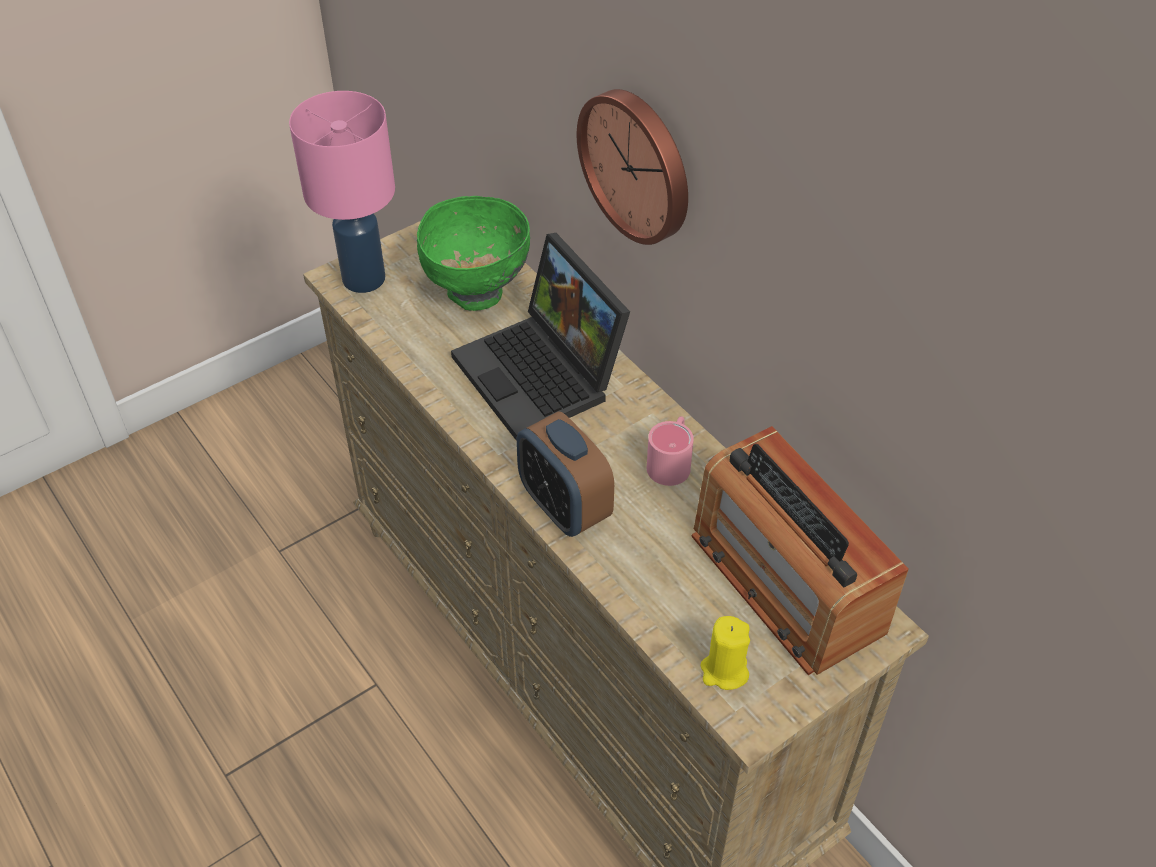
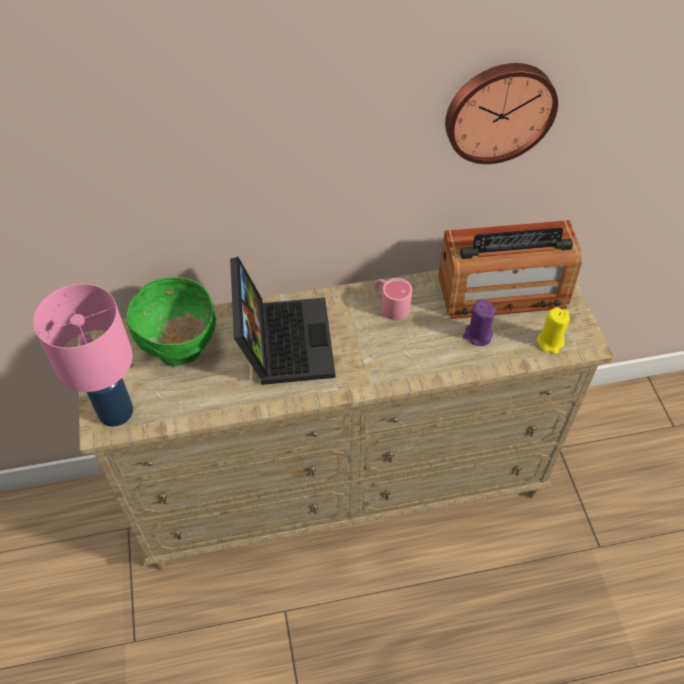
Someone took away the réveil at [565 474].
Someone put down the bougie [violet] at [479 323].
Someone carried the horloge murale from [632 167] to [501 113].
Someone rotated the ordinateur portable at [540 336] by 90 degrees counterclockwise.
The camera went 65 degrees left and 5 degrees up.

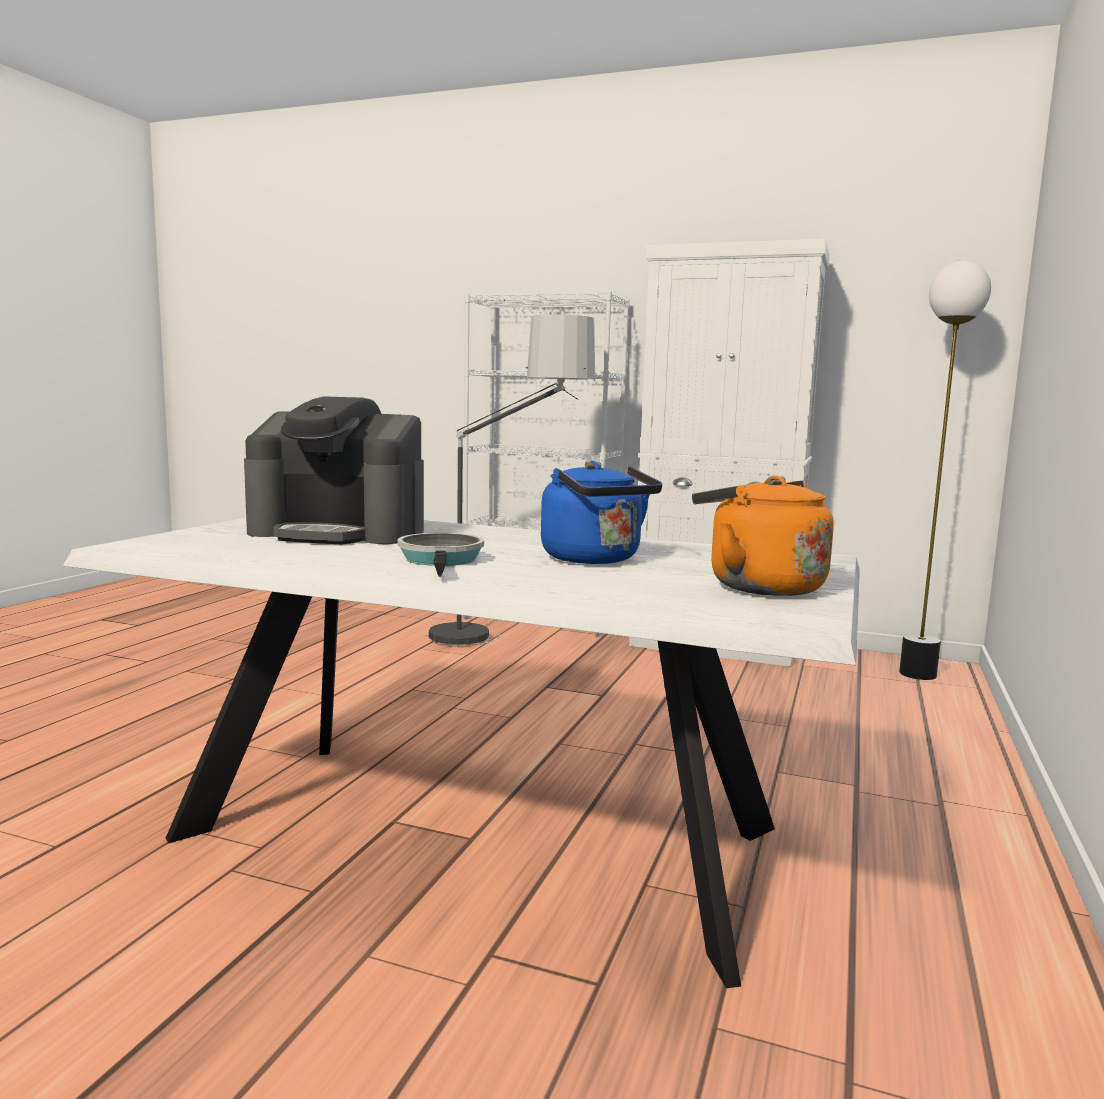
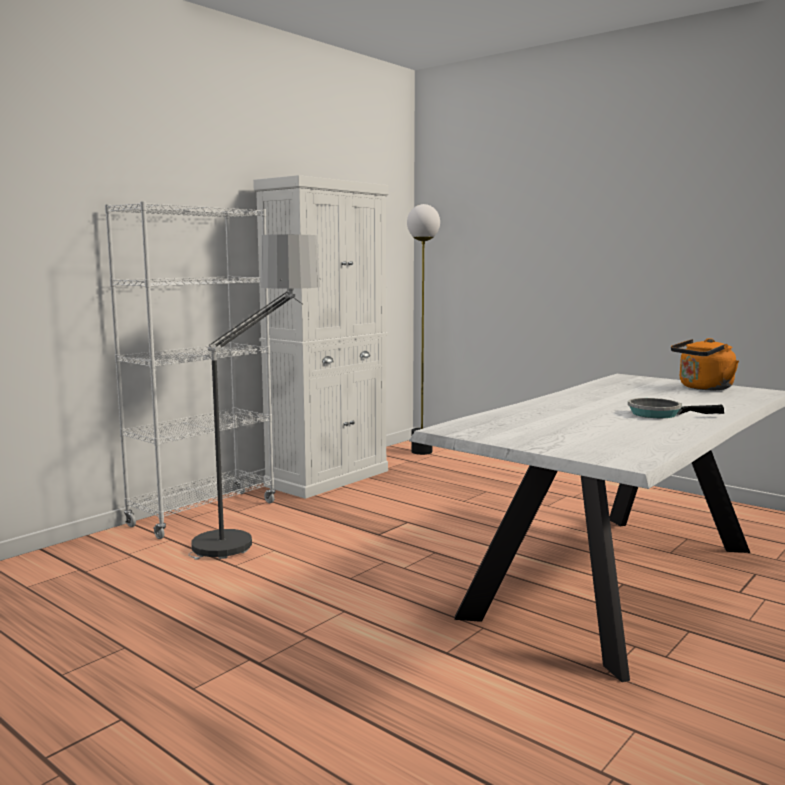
Someone took away the machine à café at [334 470].
Someone took away the bouilloire [bleu] at [601 512].
The camera went 70 degrees left and 0 degrees up.

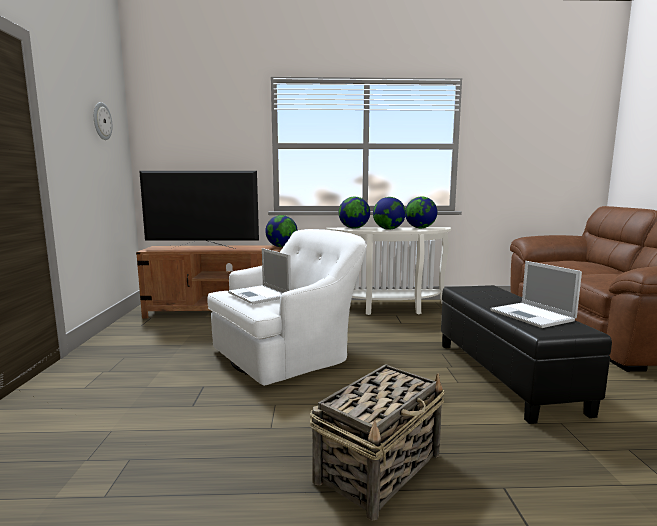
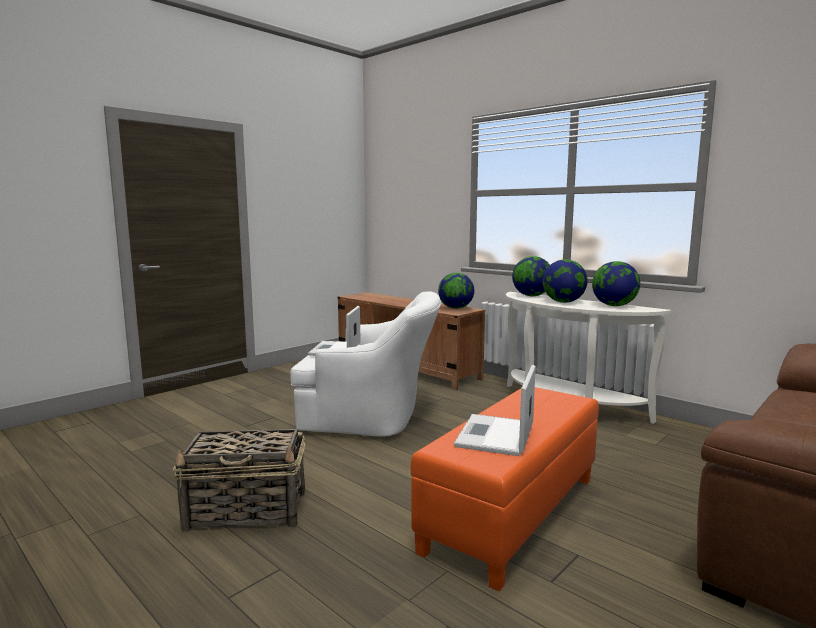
Someone took away the horloge murale at [103 121].
Someone took away the téléviseur at [199 210].
Someone repainted the pouf [noir] at [526 354], which became the pouf [orange] at [505 489].
The camera went 45 degrees right and 0 degrees up.

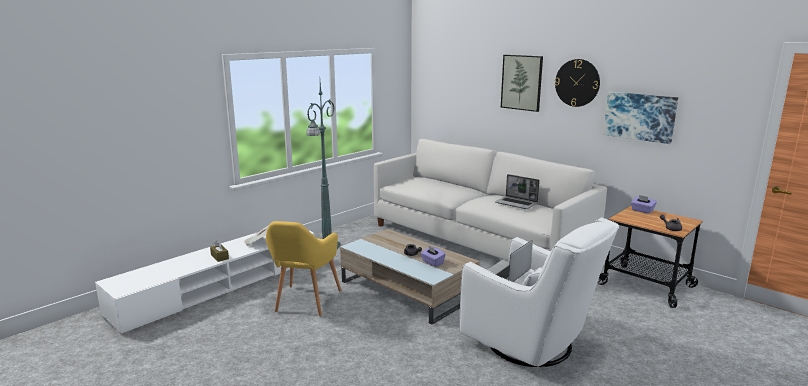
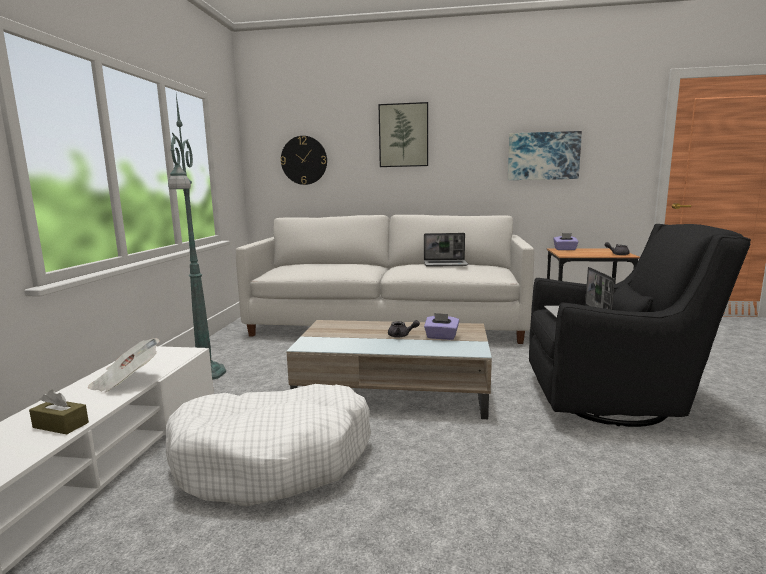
Someone carried the horloge murale from [577 83] to [304 160].
Someone swapped the fauteuil [jaune] at [303 268] for the panier pour chien [blanc] at [268 445].
Someone repainted the fauteuil [blanc] at [539 292], which became the fauteuil [noir] at [640 325].
The camera went 35 degrees left and 5 degrees down.

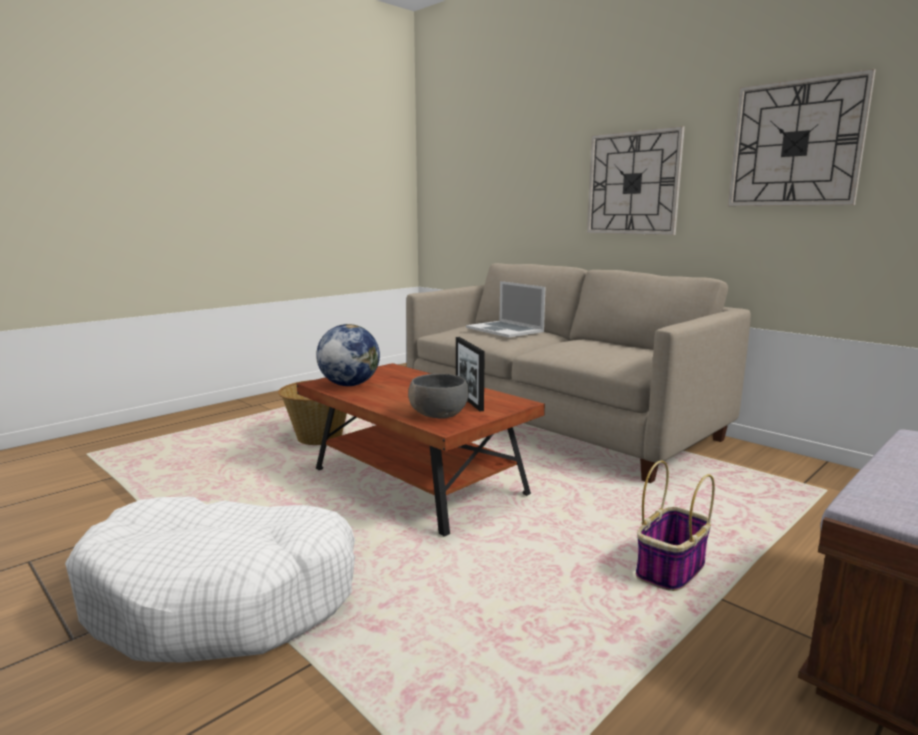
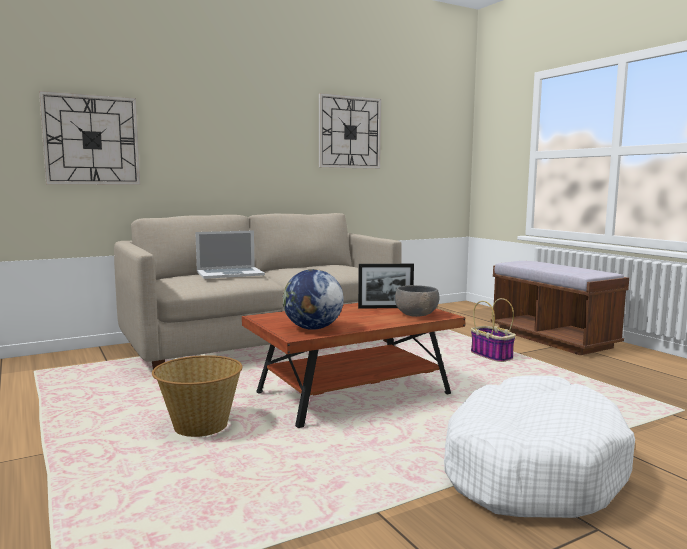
Someone carried the horloge murale from [636 180] to [89 138].
The camera went 75 degrees left and 5 degrees down.

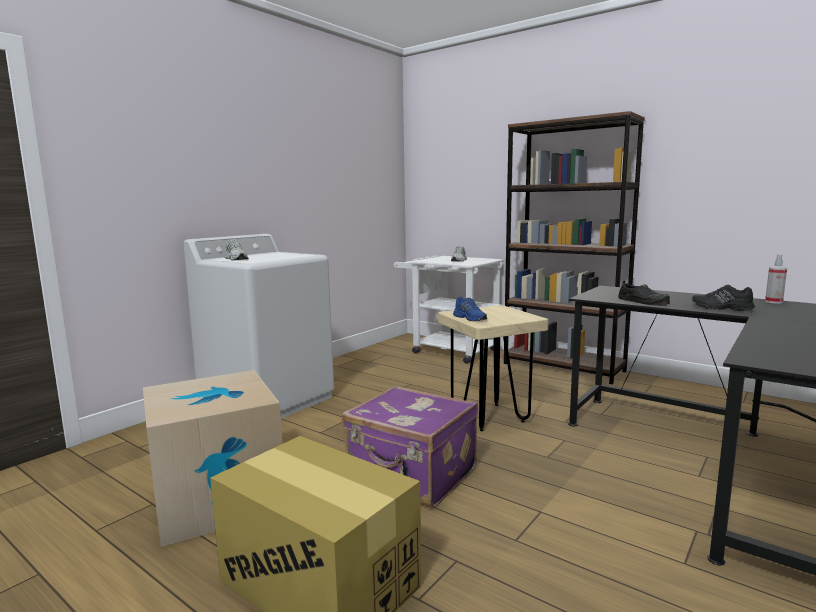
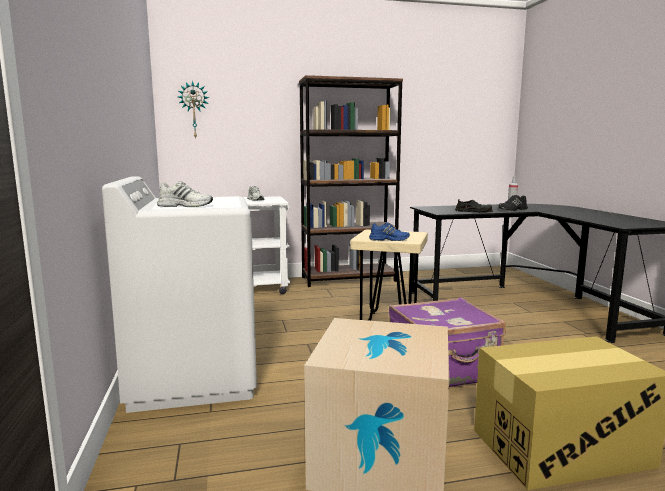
Someone put up the horloge murale at [193 110].
The camera went 50 degrees left and 0 degrees up.

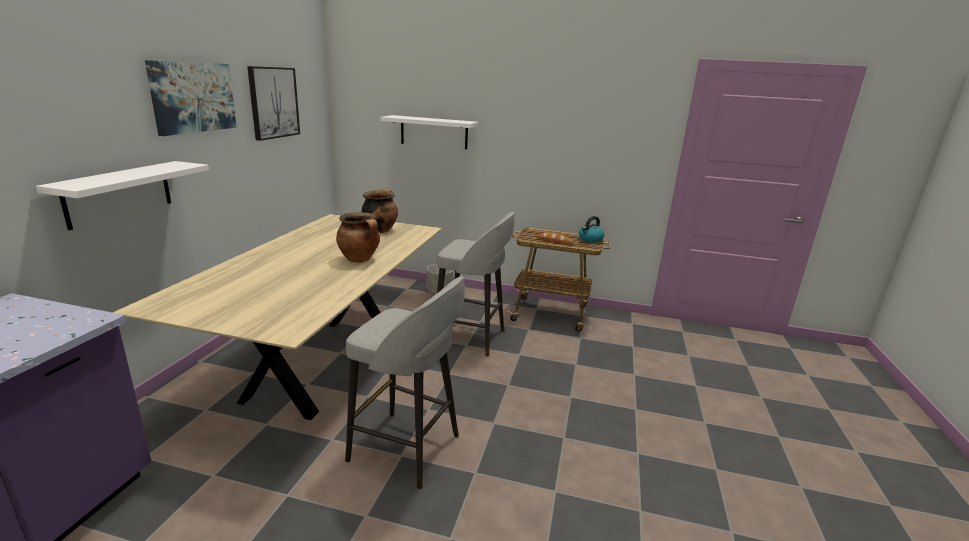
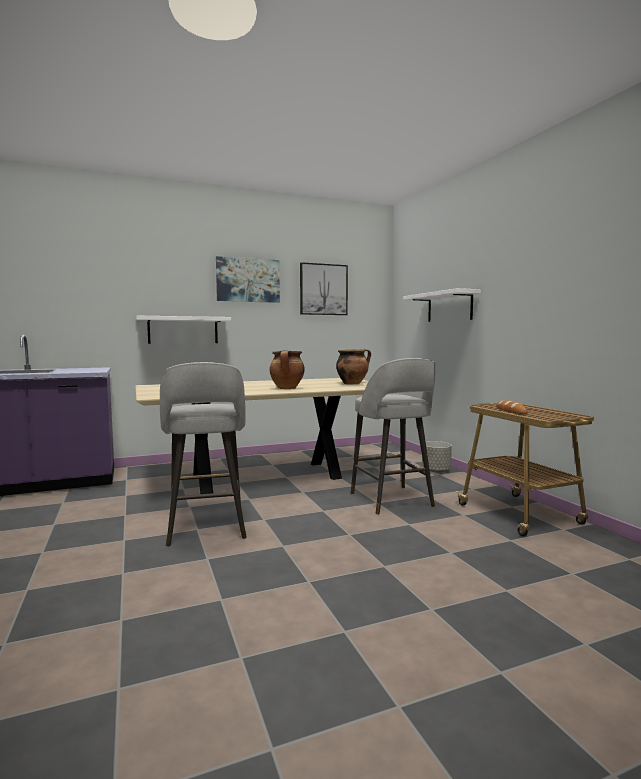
Someone took away the bouilloire at [591 229].
The camera went 55 degrees right and 15 degrees down.

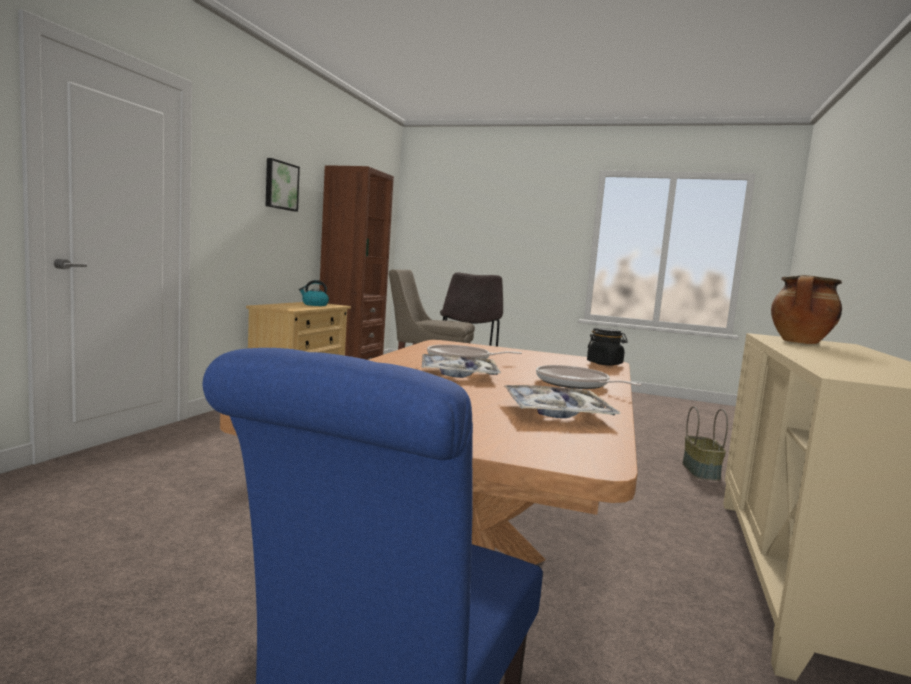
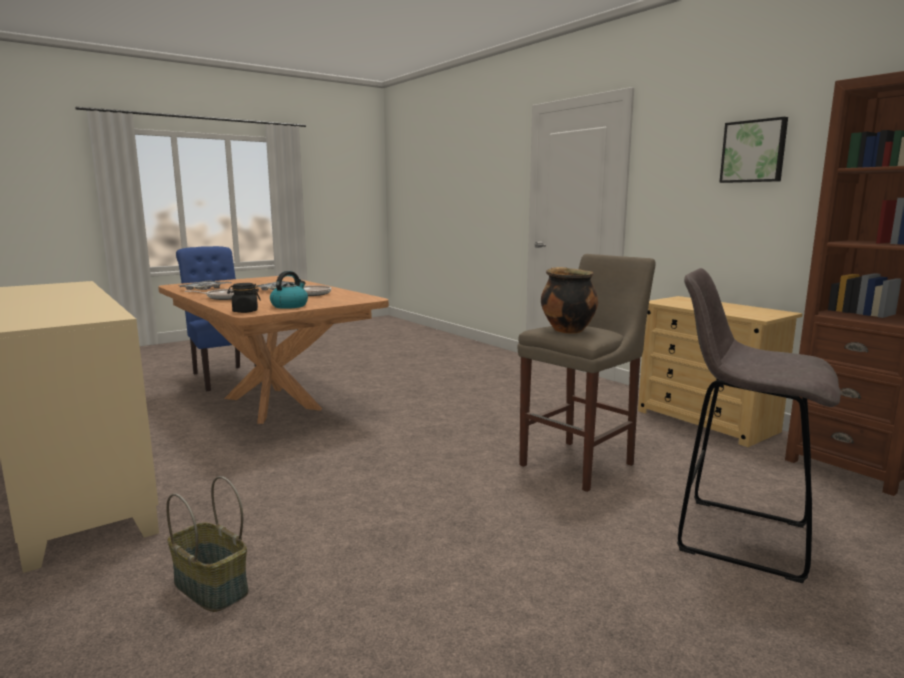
Someone carried the bouilloire from [314 293] to [289 290].
Someone carried the marmite from [806 309] to [569 300].
The camera went 125 degrees right and 5 degrees up.

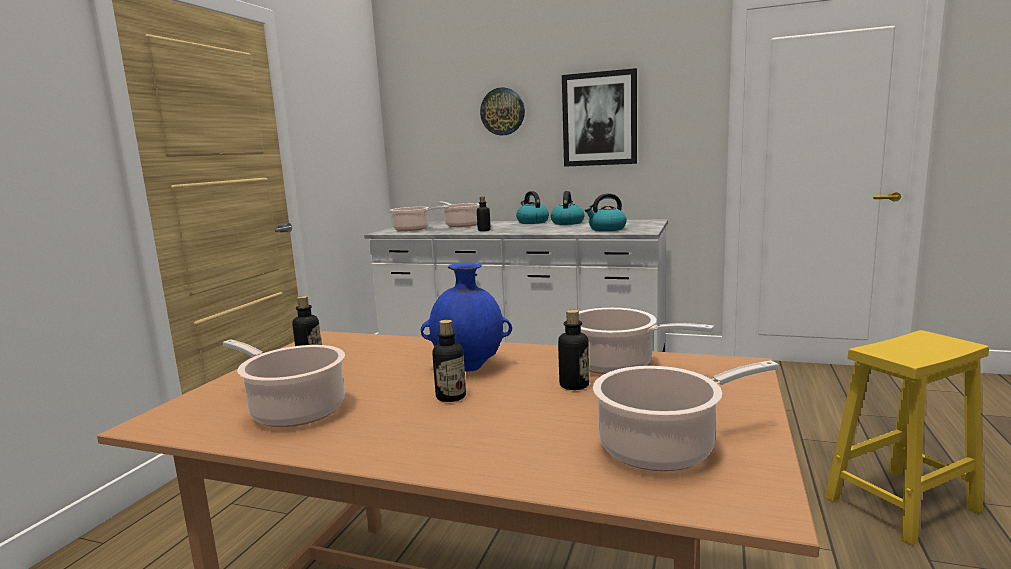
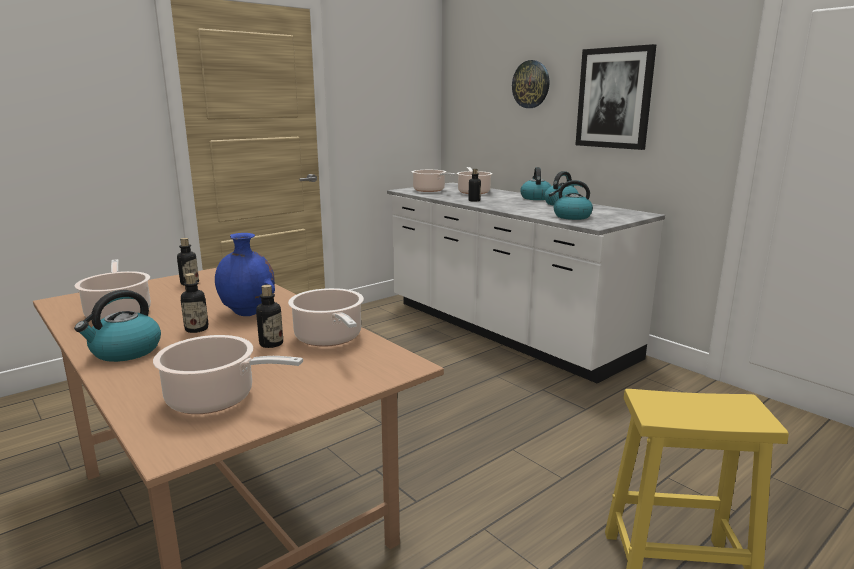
Someone put down the bouilloire at [117 326].
The camera went 30 degrees right and 5 degrees up.

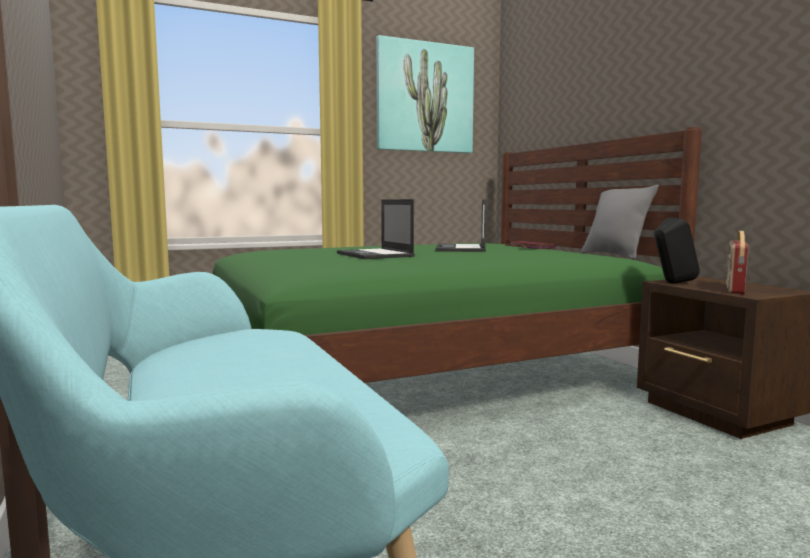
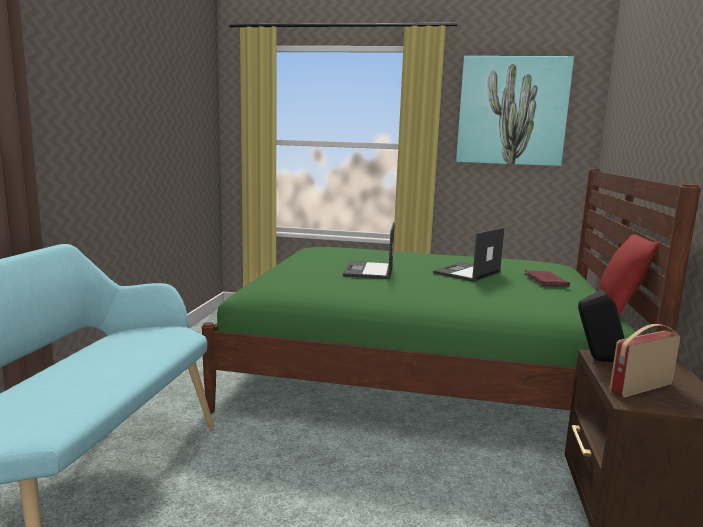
Someone repainted the coussin [gris] at [620 222], which became the coussin [rouge] at [630 273].
The camera went 35 degrees right and 5 degrees up.

